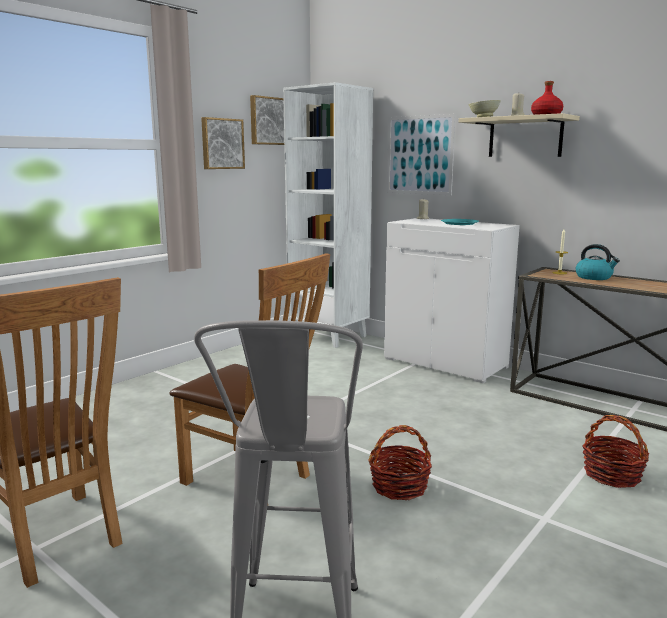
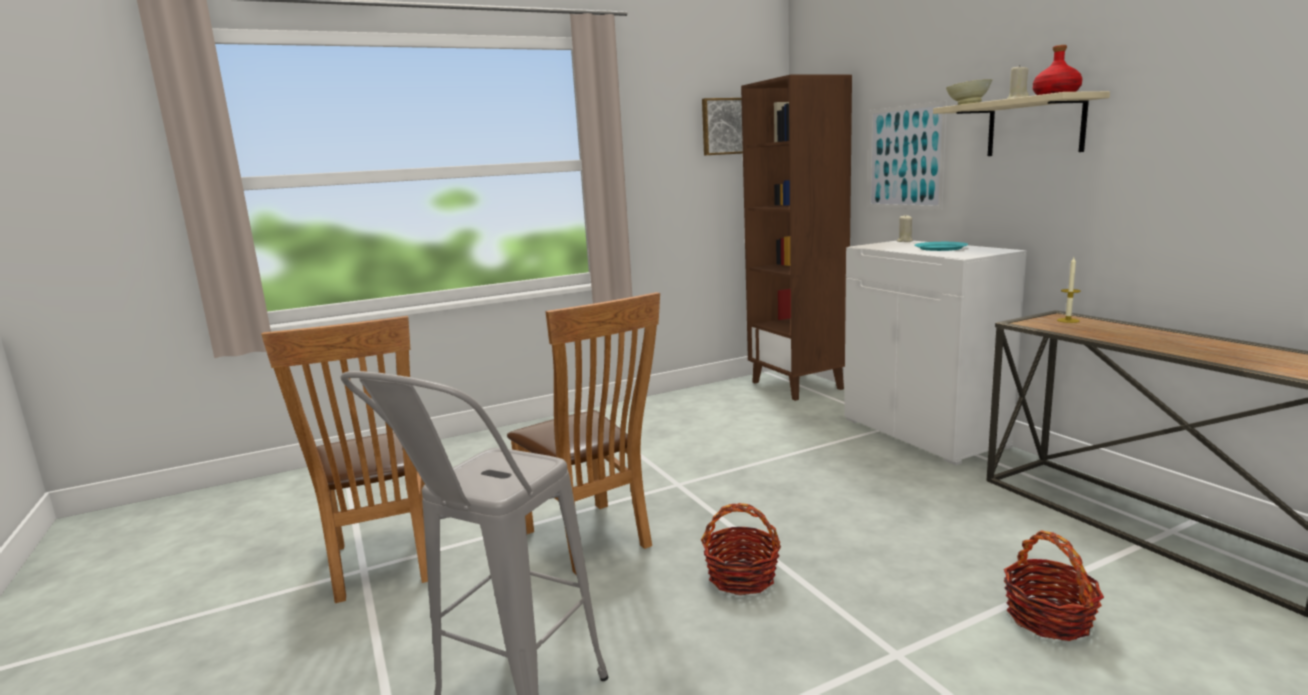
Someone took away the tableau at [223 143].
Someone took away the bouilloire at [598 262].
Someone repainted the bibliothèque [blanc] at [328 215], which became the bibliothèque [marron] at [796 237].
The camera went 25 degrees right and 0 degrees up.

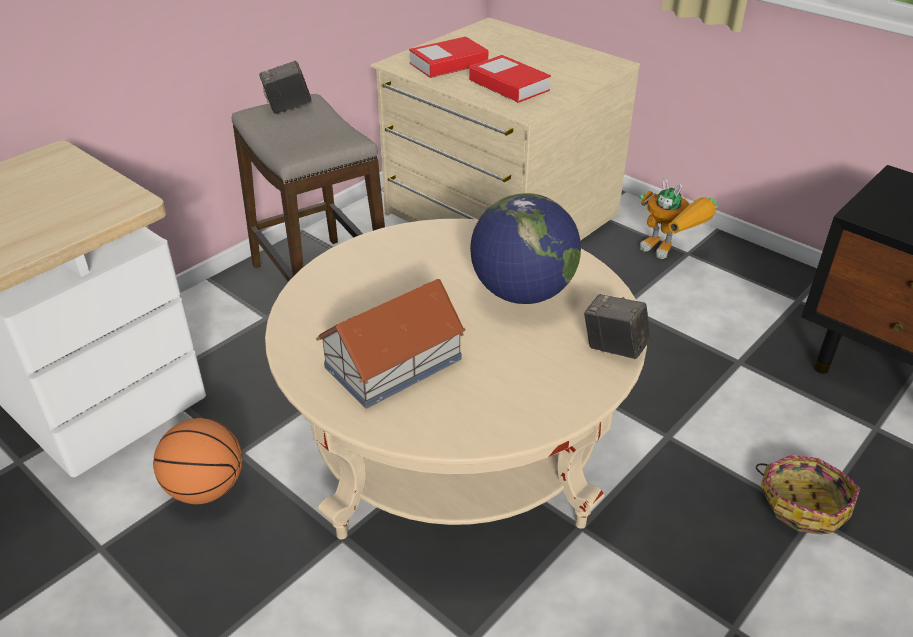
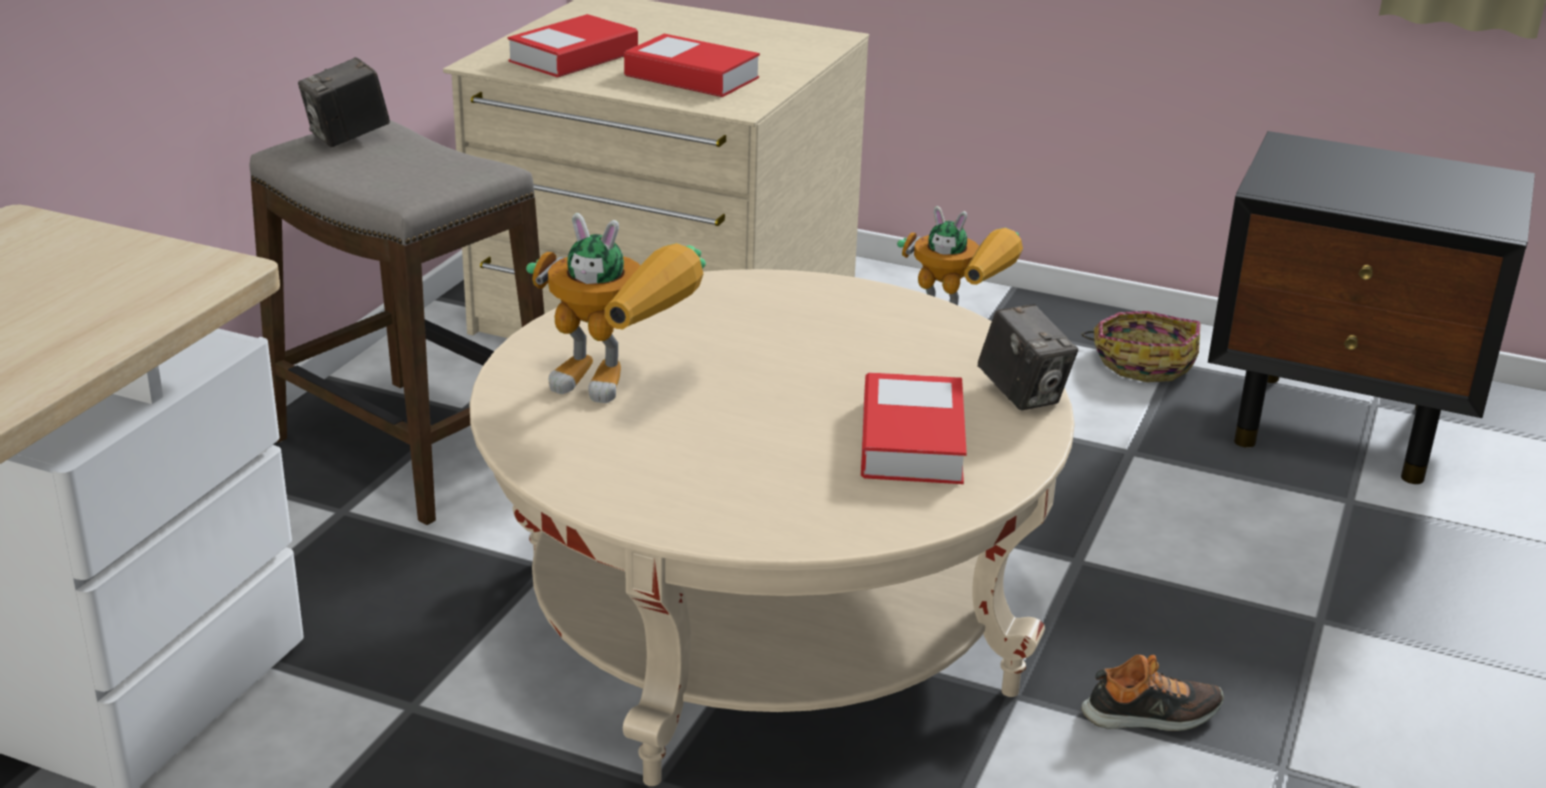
Someone took away the ballon de basket at [198 461].
Someone took away the maison miniature at [391 344].
Someone took away the globe at [525 248].
Someone put down the robot jouet at [616 308].
Someone put down the livre at [914 428].
Someone put down the chaussure at [1152 693].
Someone carried the panier from [808 494] to [1141 346].
Someone rotated the appareil photo at [617 326] by 135 degrees counterclockwise.
The camera went 20 degrees left and 10 degrees down.

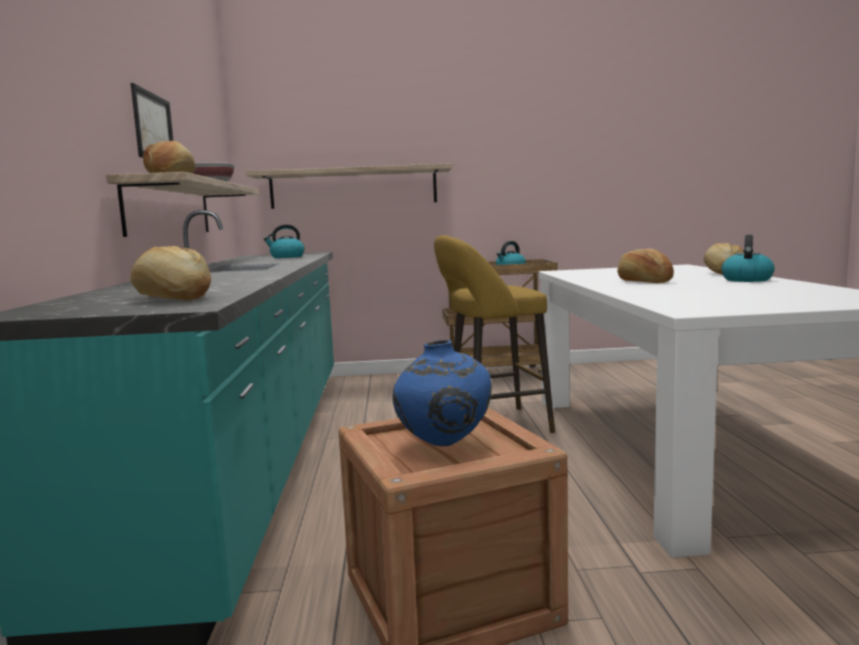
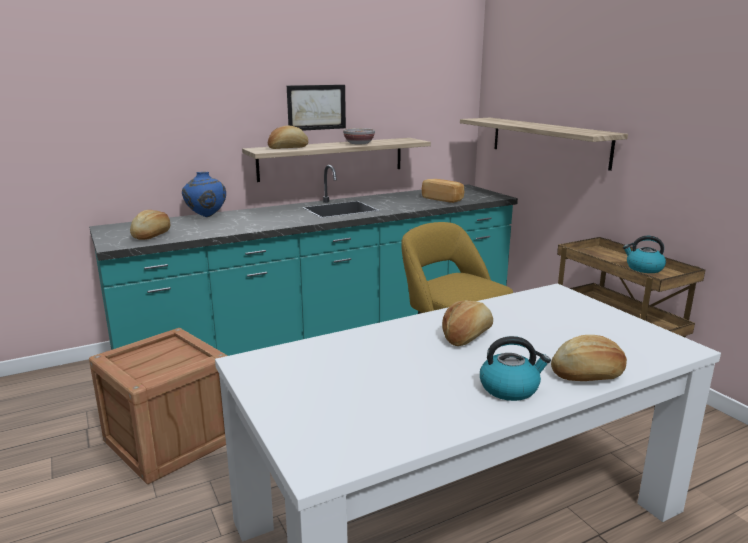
Someone carried the vase [bleu] from [442 393] to [204 194].
Someone swapped the bouilloire at [284 241] for the pain at [443 191].
The camera went 65 degrees right and 10 degrees up.

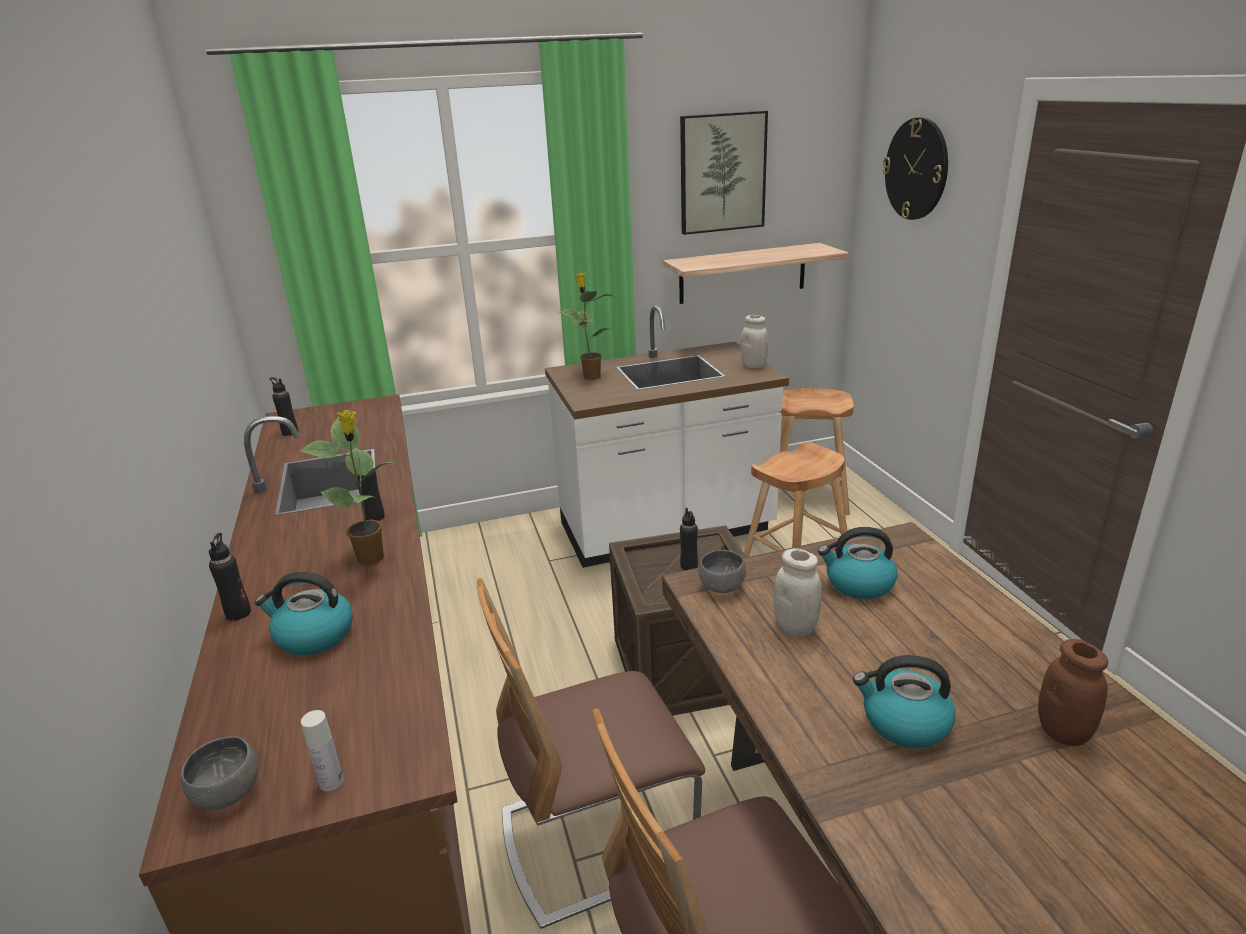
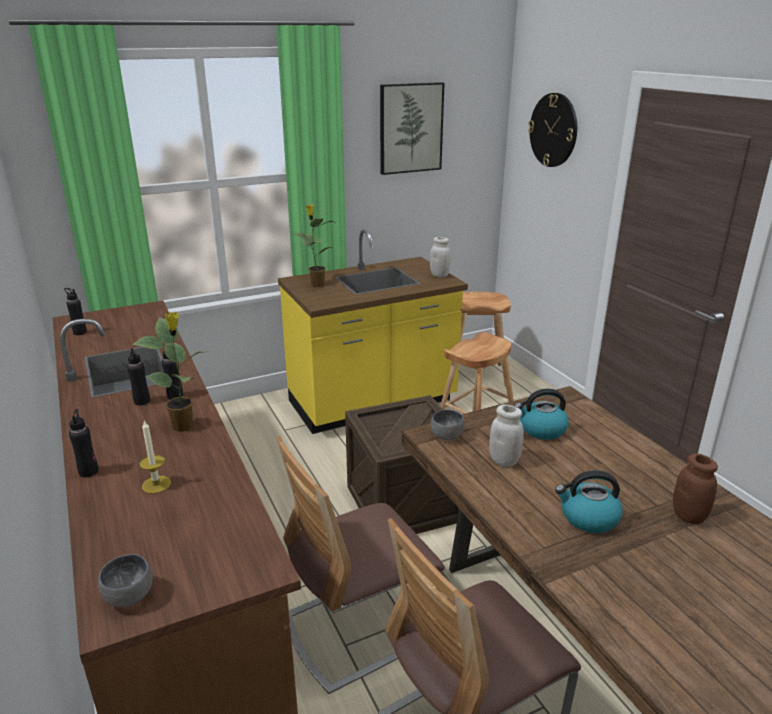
Someone took away the bouteille [blanc] at [322 750].
Someone took away the étagère at [756 273].
Someone carried the bouteille [noir] from [689 539] to [138 376].
Someone swapped the bouilloire at [304 613] for the bougie at [155 457].
Someone repainted the comptoir de cuisine [blanc] at [667 436], which became the comptoir de cuisine [jaune] at [373 331].
The camera went 10 degrees left and 0 degrees up.

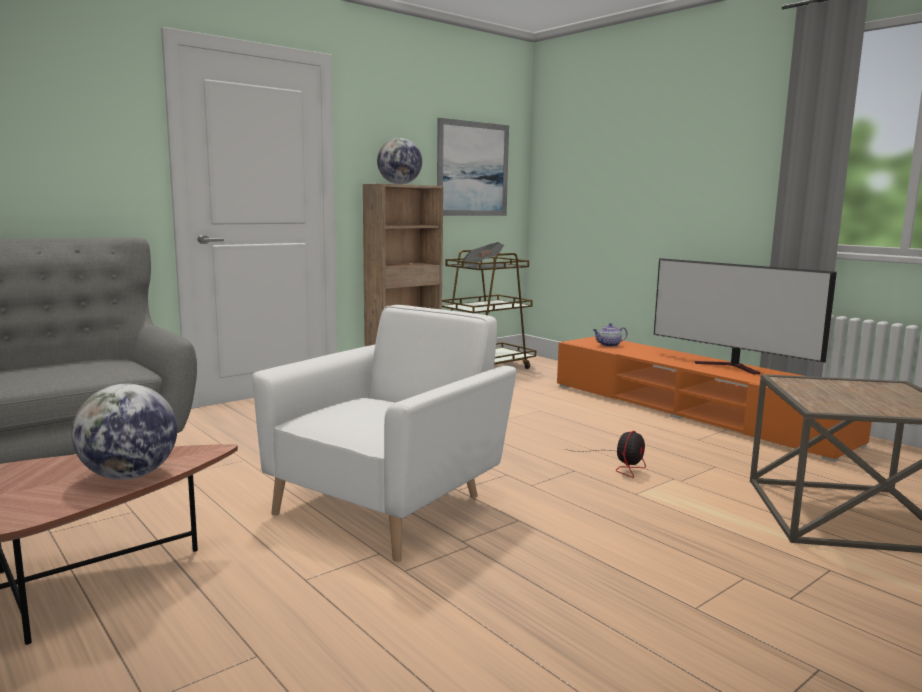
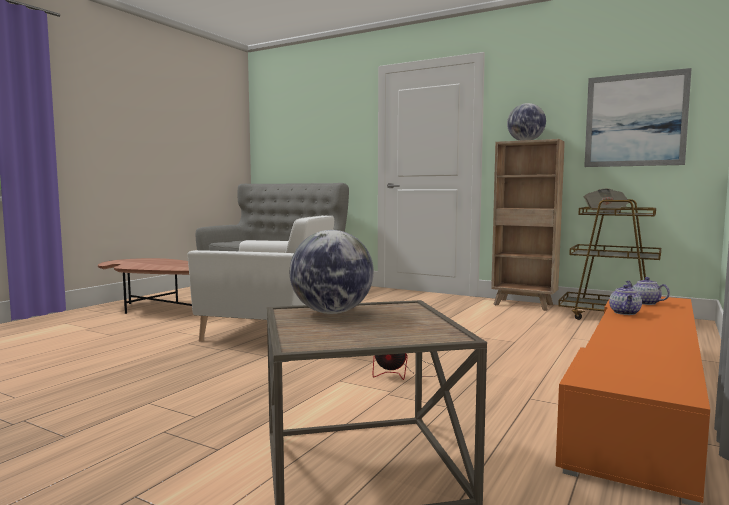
Someone took away the téléviseur at [745 316].
Someone put down the théière at [625 300].
Someone carried the globe from [124 432] to [332 272].
The camera went 70 degrees right and 5 degrees down.

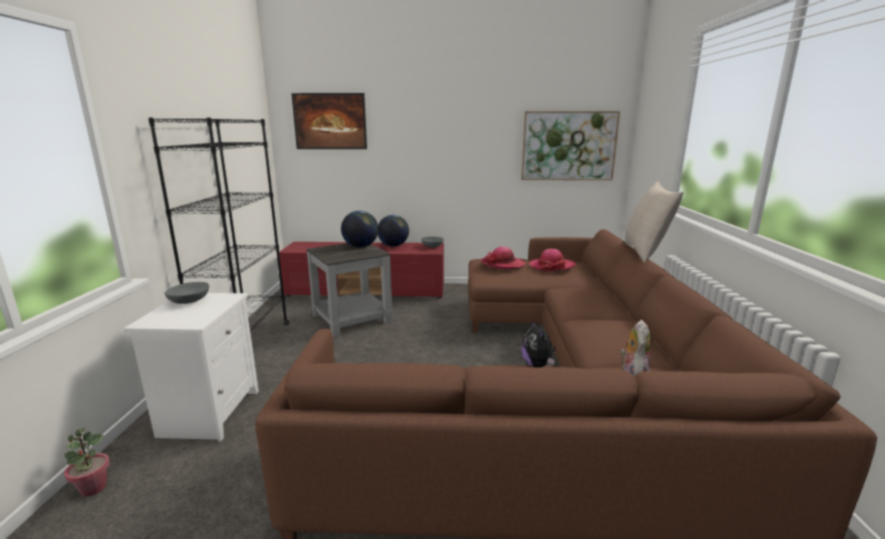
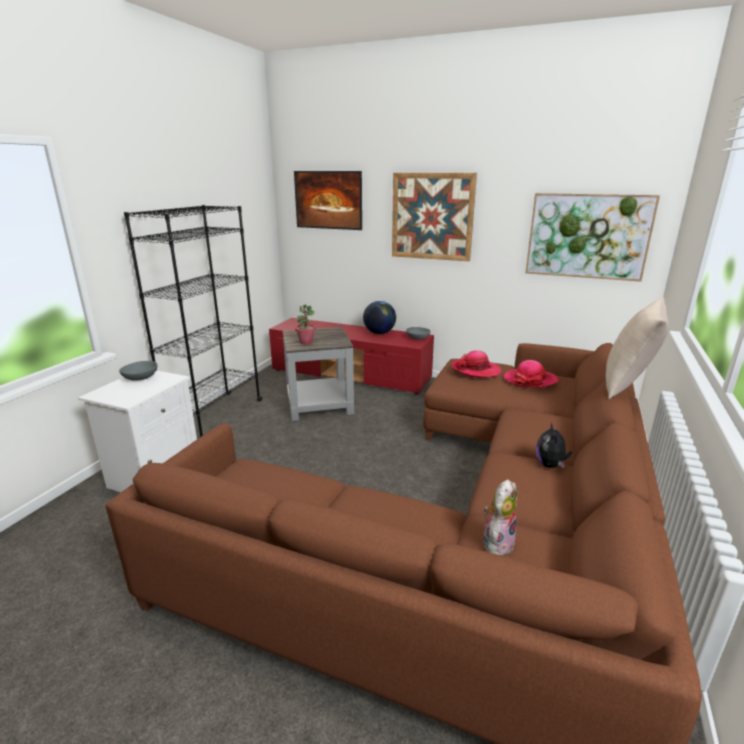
Someone took away the globe at [360 229].
Someone put up the tableau at [434 217].
Someone carried the plante en pot from [87 462] to [305 324].
Someone carried the peluche from [538 344] to [554 445].
The camera went 20 degrees right and 5 degrees up.

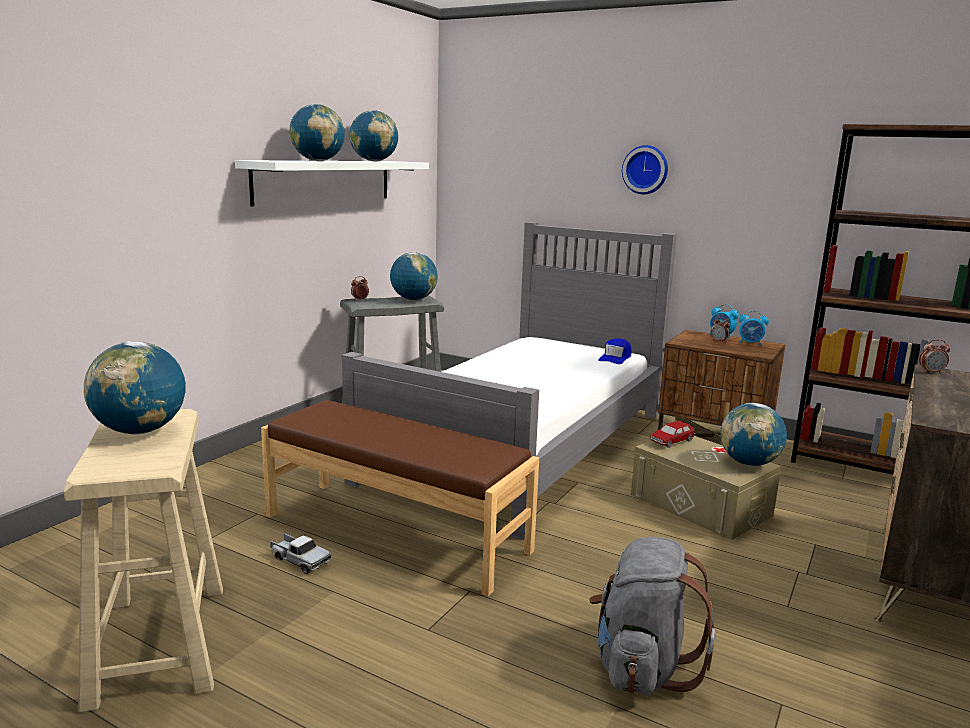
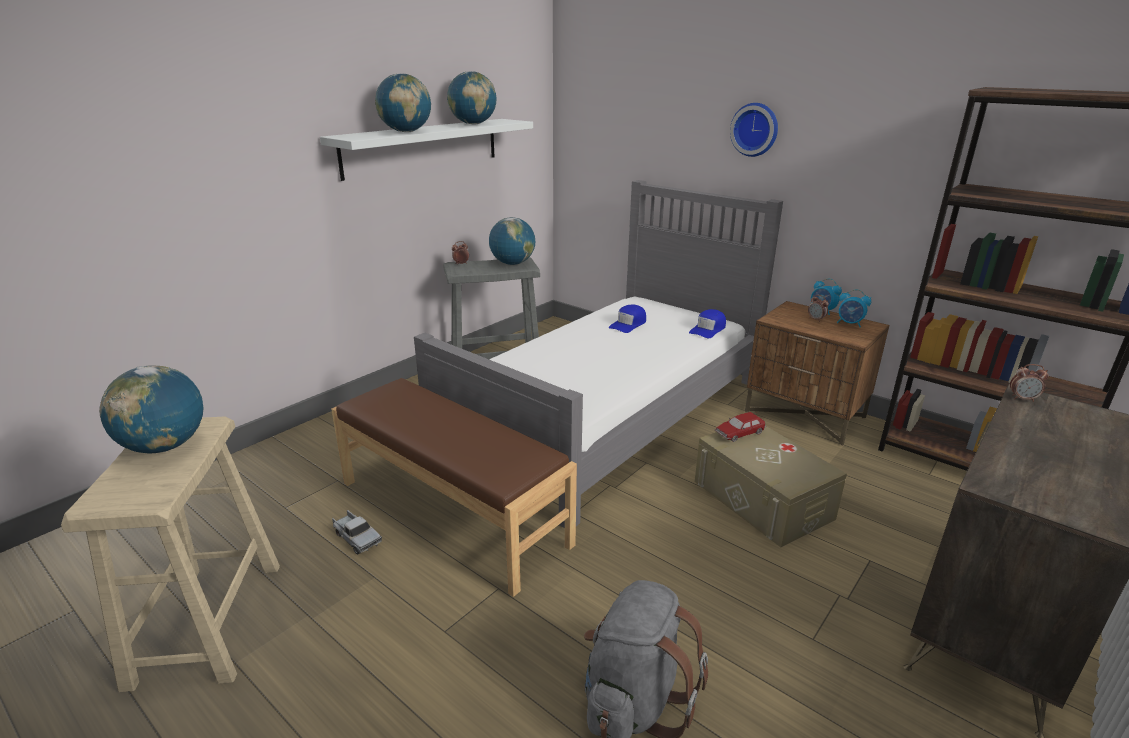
Someone took away the globe at [753 434].
Someone put down the casquette [bleu] at [627 319].
The camera went 10 degrees right and 10 degrees up.

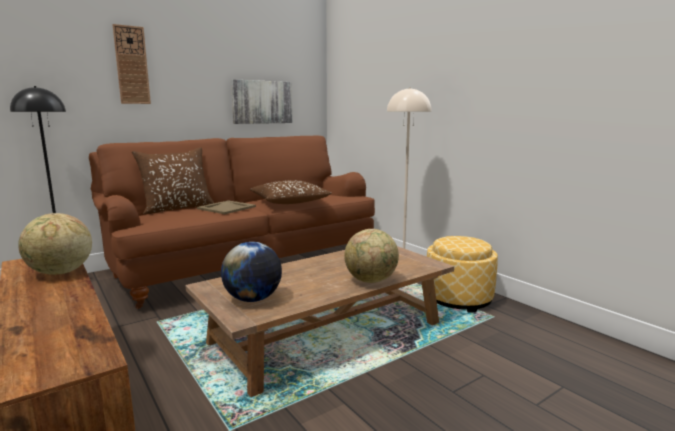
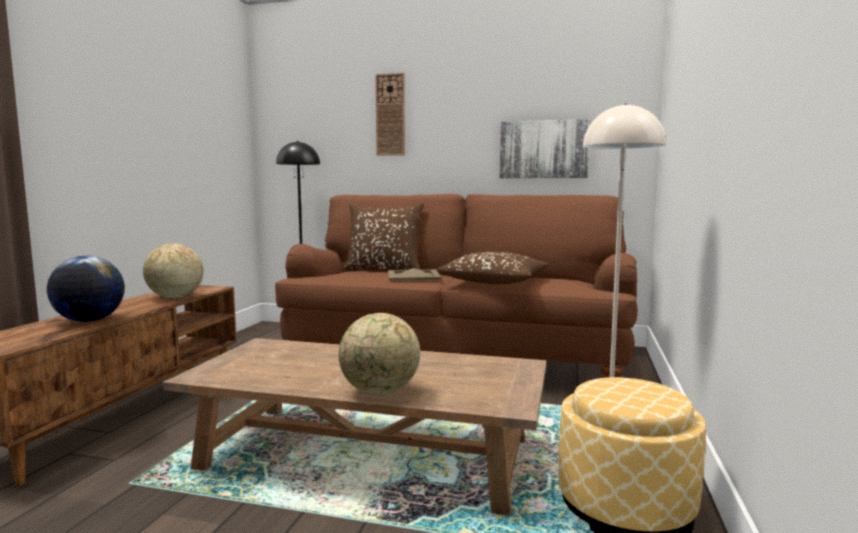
Someone carried the globe from [251 272] to [86 289].
The camera went 50 degrees right and 5 degrees down.

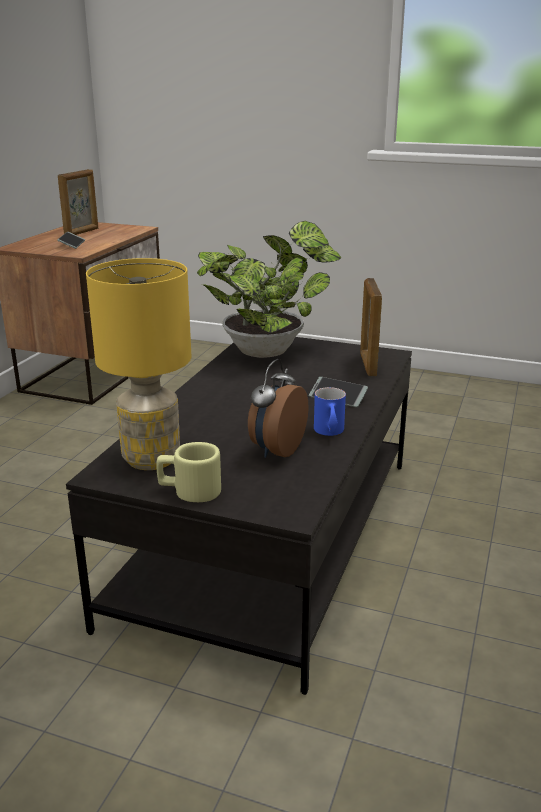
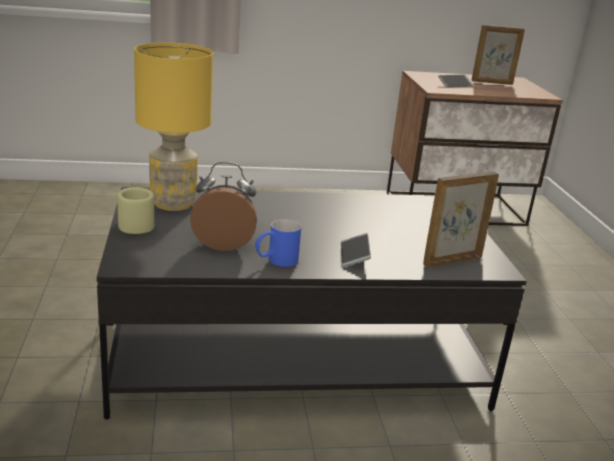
Someone took away the plante en pot at [269 289].
The camera went 60 degrees right and 0 degrees up.

